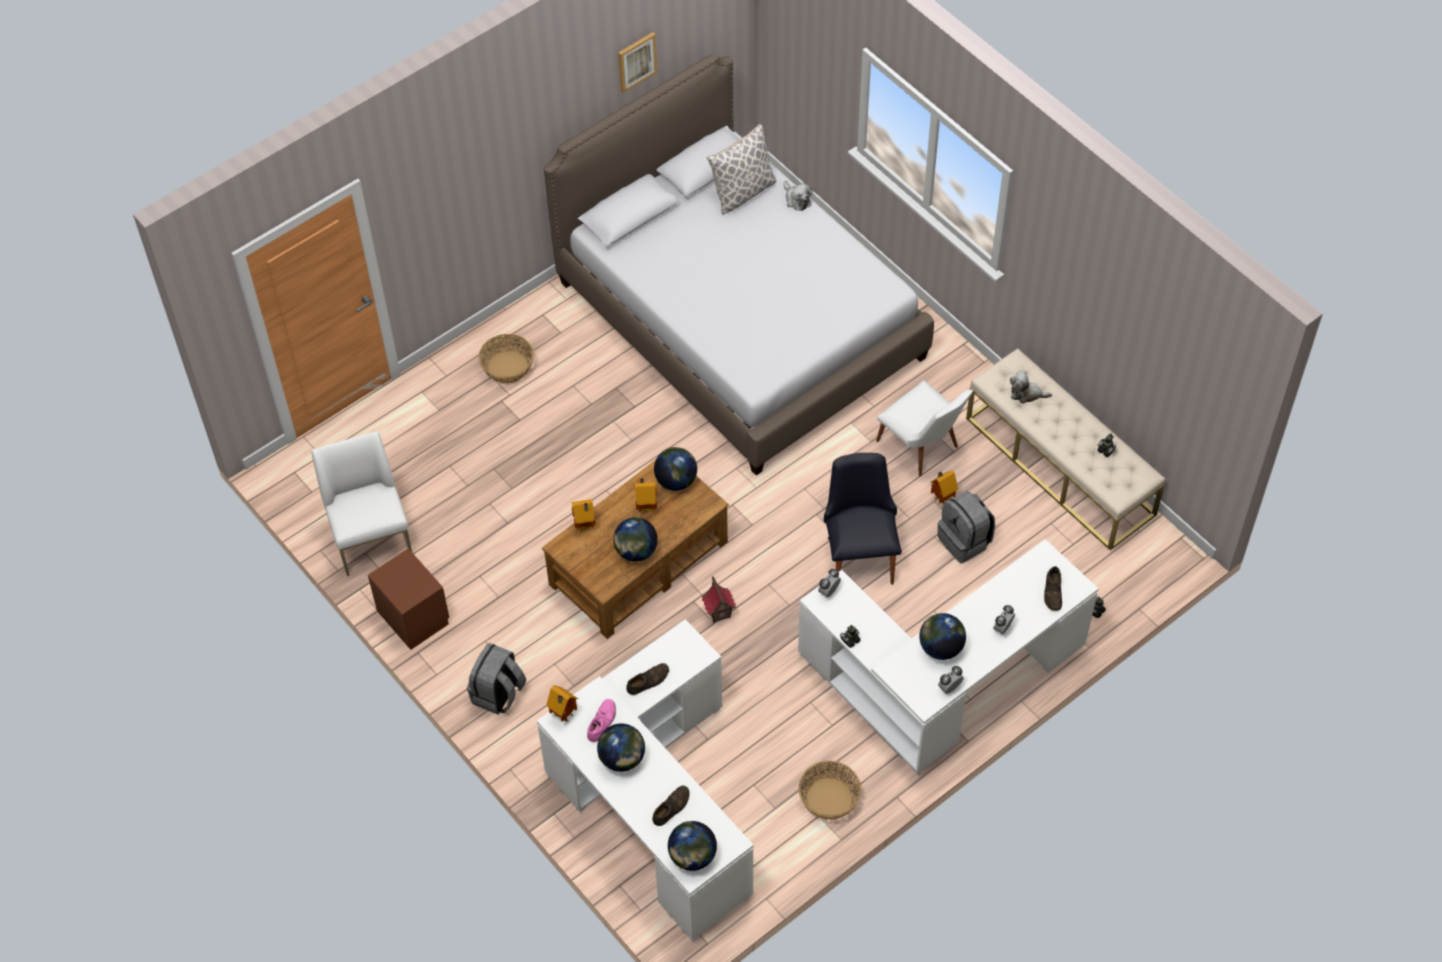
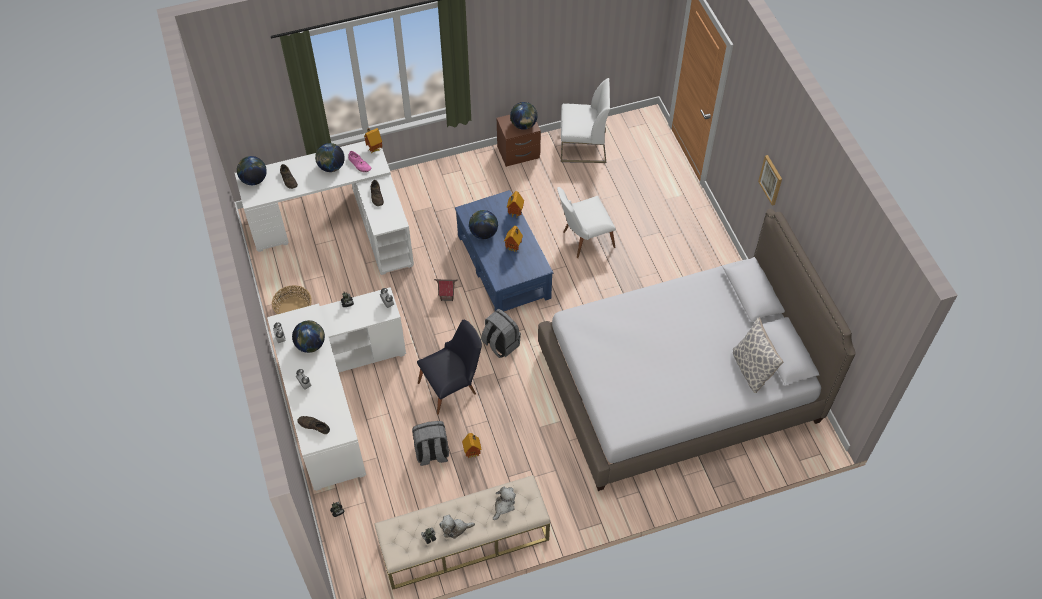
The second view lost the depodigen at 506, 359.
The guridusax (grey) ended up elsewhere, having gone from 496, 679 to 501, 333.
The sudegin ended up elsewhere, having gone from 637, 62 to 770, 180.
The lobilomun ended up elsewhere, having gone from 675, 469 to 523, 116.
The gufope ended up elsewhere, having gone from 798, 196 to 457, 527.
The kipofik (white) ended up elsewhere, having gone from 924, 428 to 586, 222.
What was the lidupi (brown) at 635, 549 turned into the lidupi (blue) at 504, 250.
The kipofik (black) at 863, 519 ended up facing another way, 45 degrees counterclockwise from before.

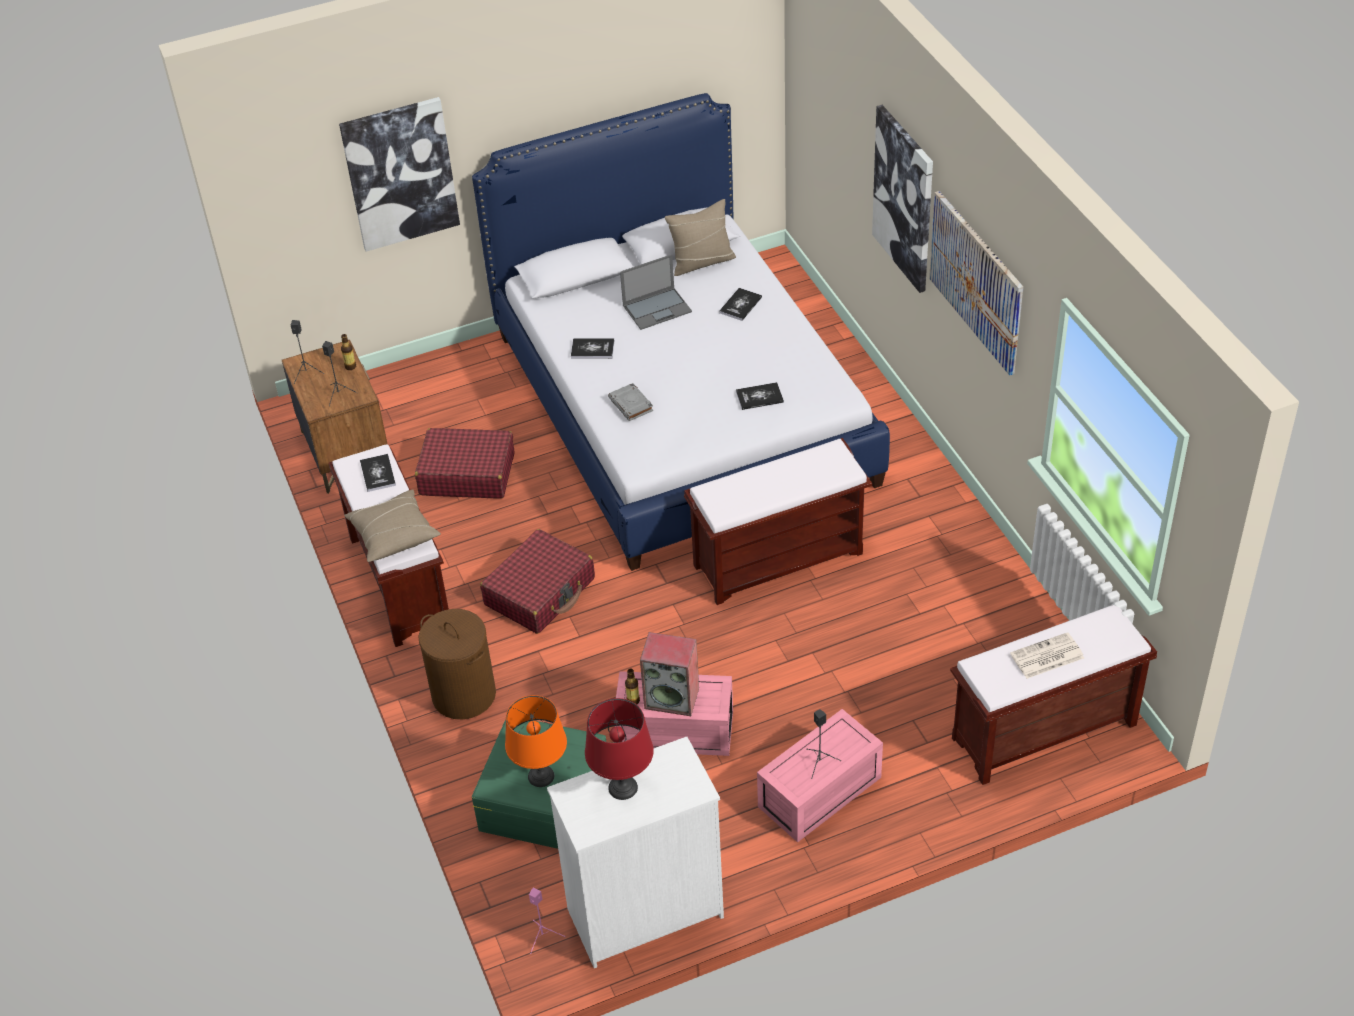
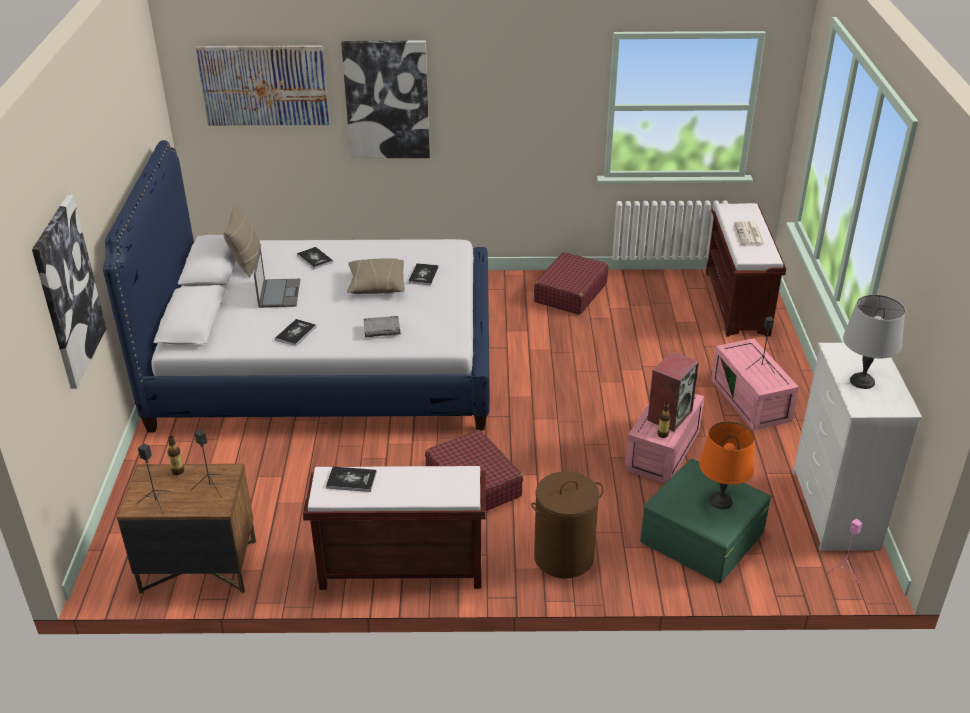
The second view lost the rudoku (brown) at 778, 521.
The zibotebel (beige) ended up elsewhere, having gone from 392, 525 to 376, 276.
The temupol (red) ended up elsewhere, having gone from 465, 463 to 571, 283.
The sudegin ended up elsewhere, having gone from 976, 283 to 262, 85.
What was the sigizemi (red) at 619, 749 turned into the sigizemi (grey) at 874, 341.

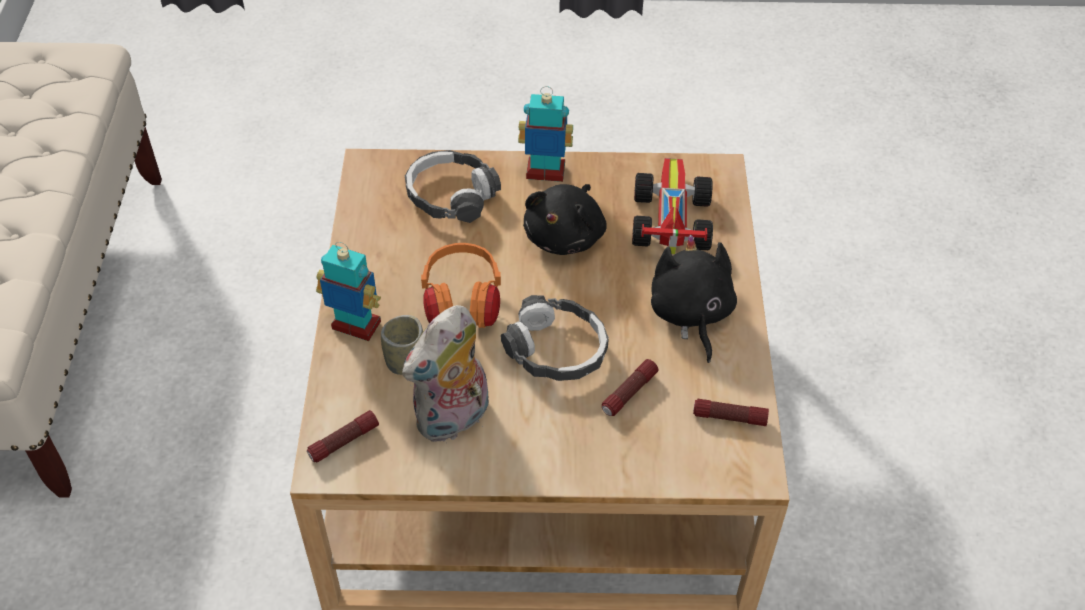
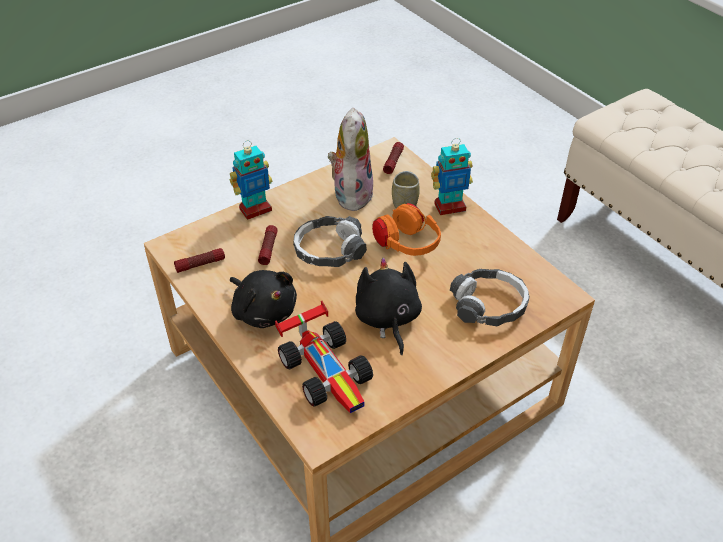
The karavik ended up elsewhere, having gone from 545, 134 to 251, 180.

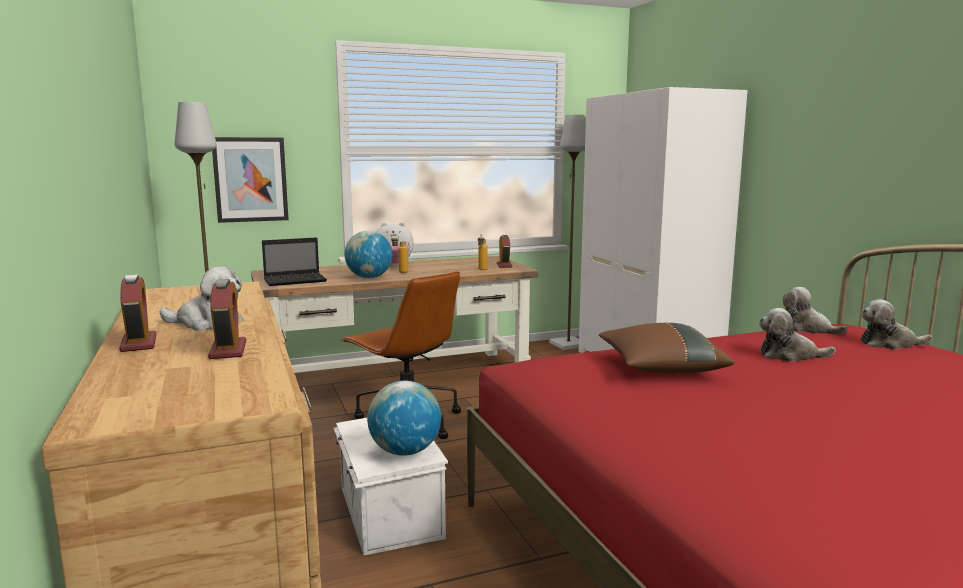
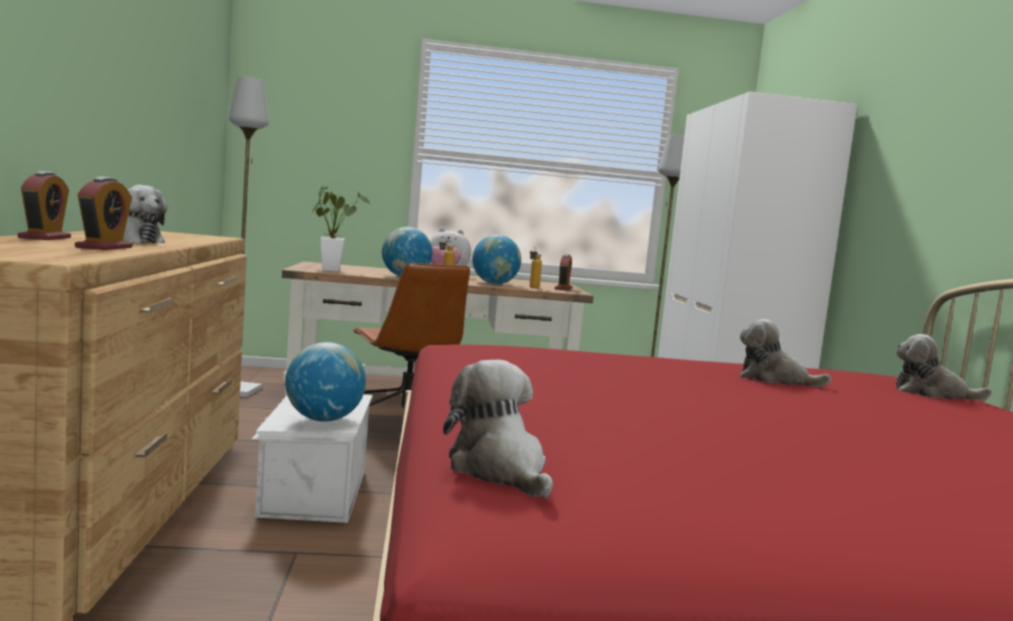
The second view lost the sudegin at 250, 180.
The second view lost the zibotebel (brown) at 666, 348.
The second view gained the lobilomun at 496, 259.
The gufope ended up elsewhere, having gone from 814, 311 to 498, 429.
Where the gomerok stood at 294, 261, the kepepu came to stand at 341, 229.

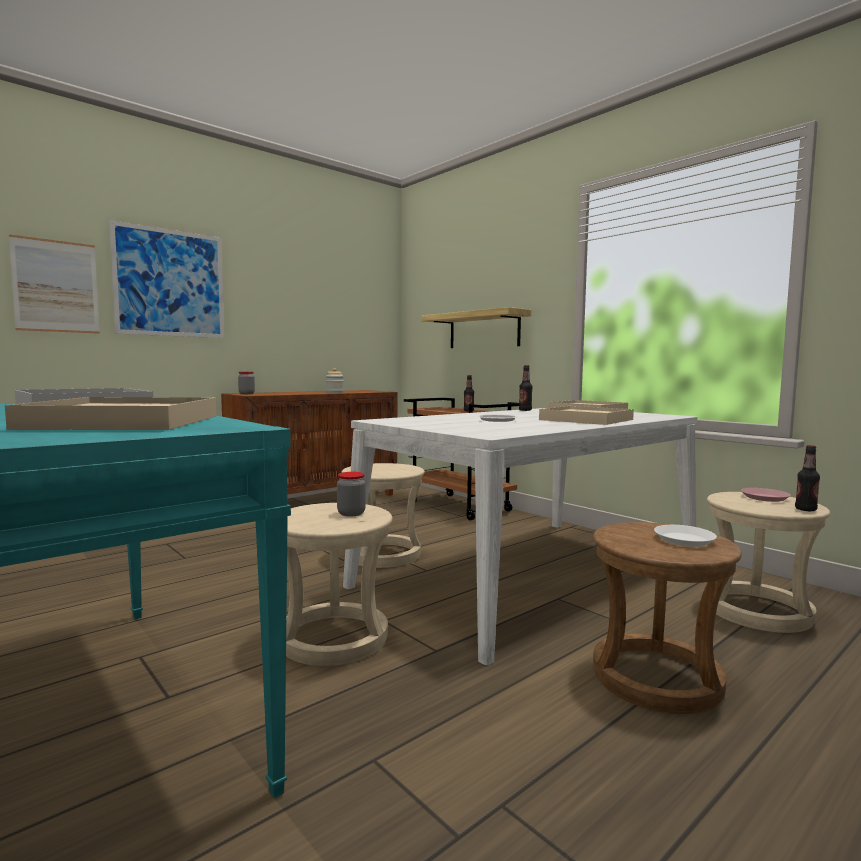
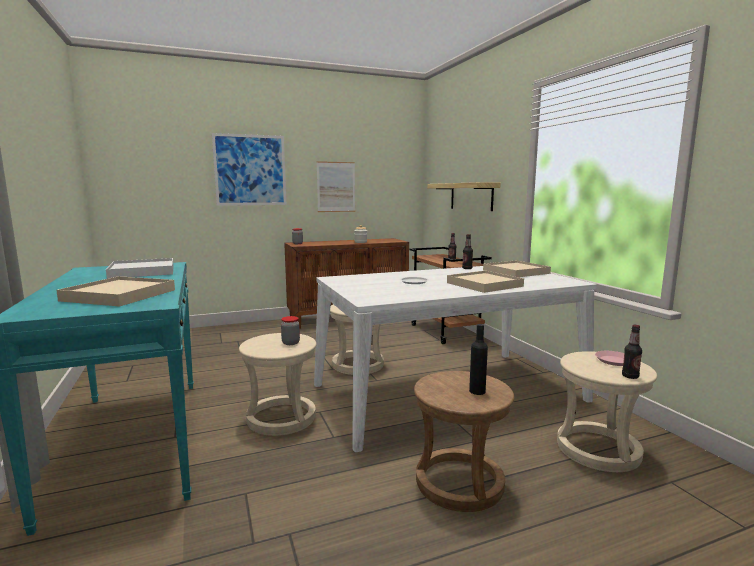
The sudegin ended up elsewhere, having gone from 54, 284 to 336, 186.
Where the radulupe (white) stood at 685, 536, the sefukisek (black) came to stand at 478, 359.

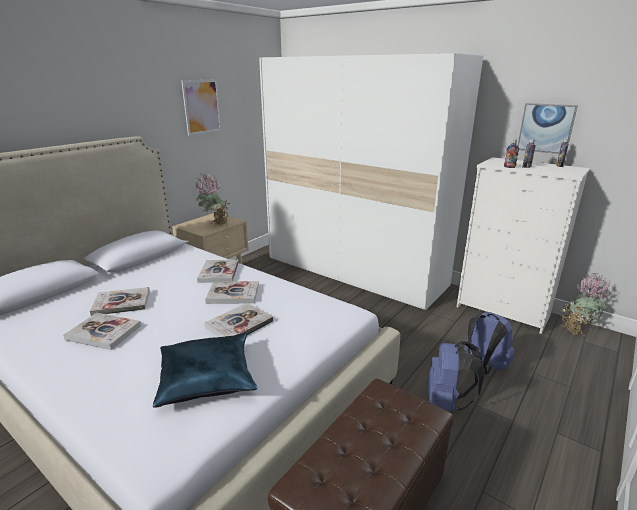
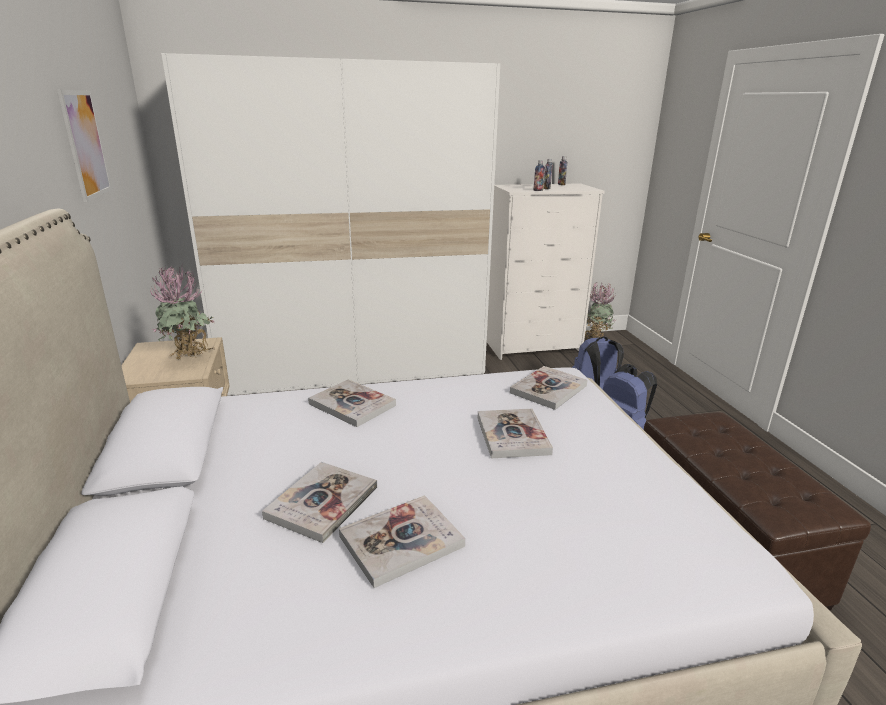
The second view lost the zibotebel (blue) at 205, 370.
The second view lost the sudegin at 547, 128.
The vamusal ended up elsewhere, having gone from 232, 292 to 548, 388.

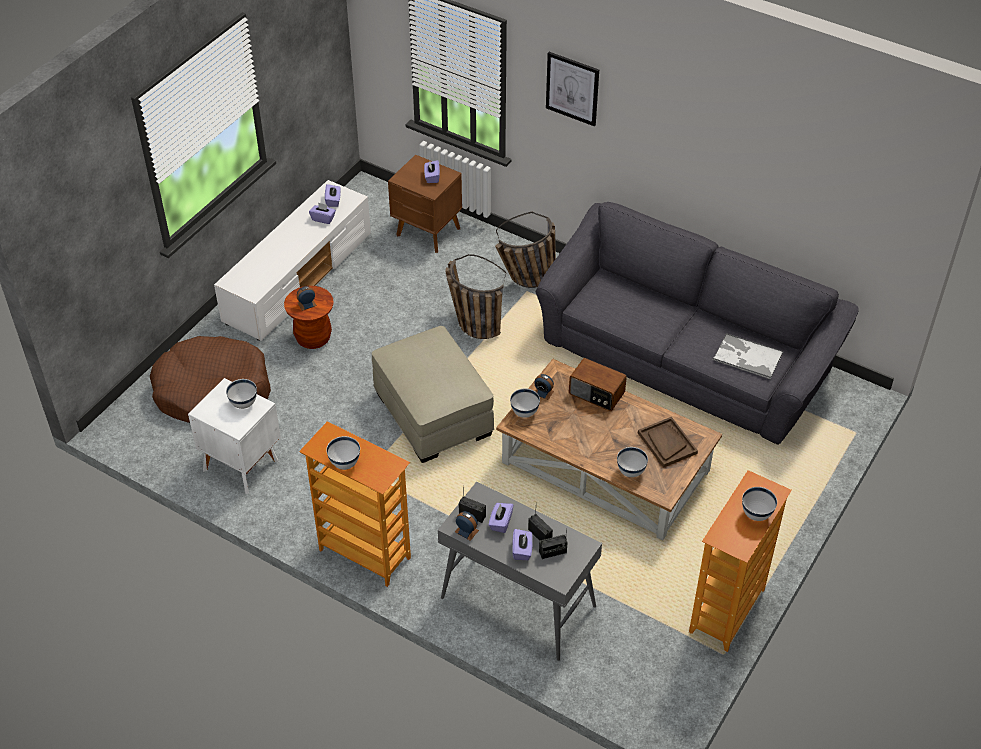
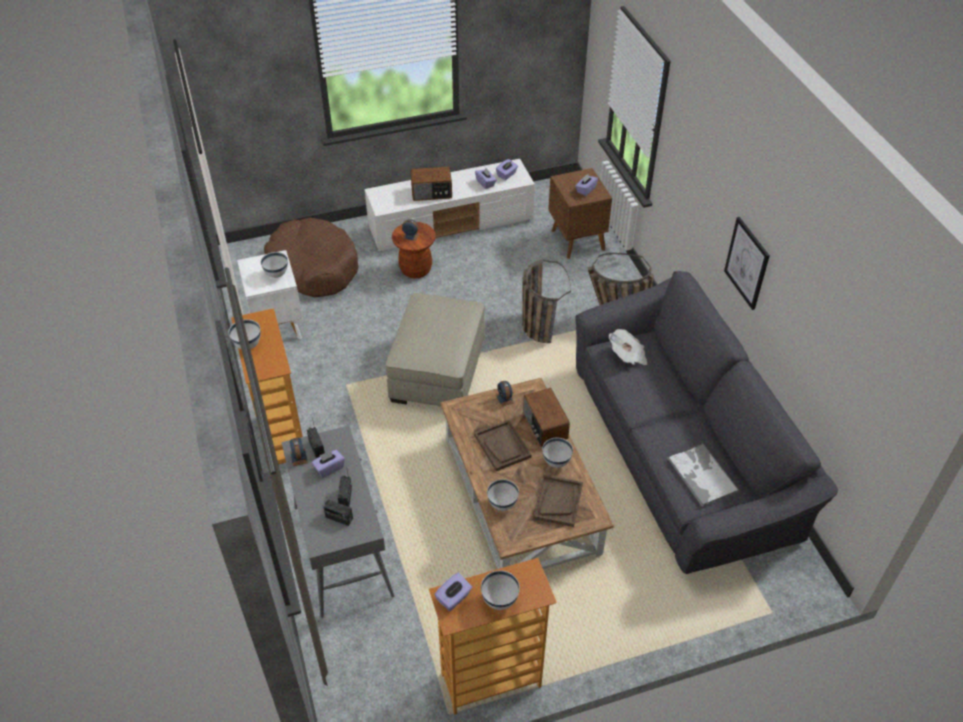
The second view gained the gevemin at 431, 183.
The second view gained the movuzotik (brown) at 503, 445.
The second view gained the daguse at 628, 347.
The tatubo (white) ended up elsewhere, having gone from 525, 403 to 557, 453.
The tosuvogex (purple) ended up elsewhere, having gone from 522, 544 to 453, 591.
The sudegin ended up elsewhere, having gone from 572, 89 to 747, 263.

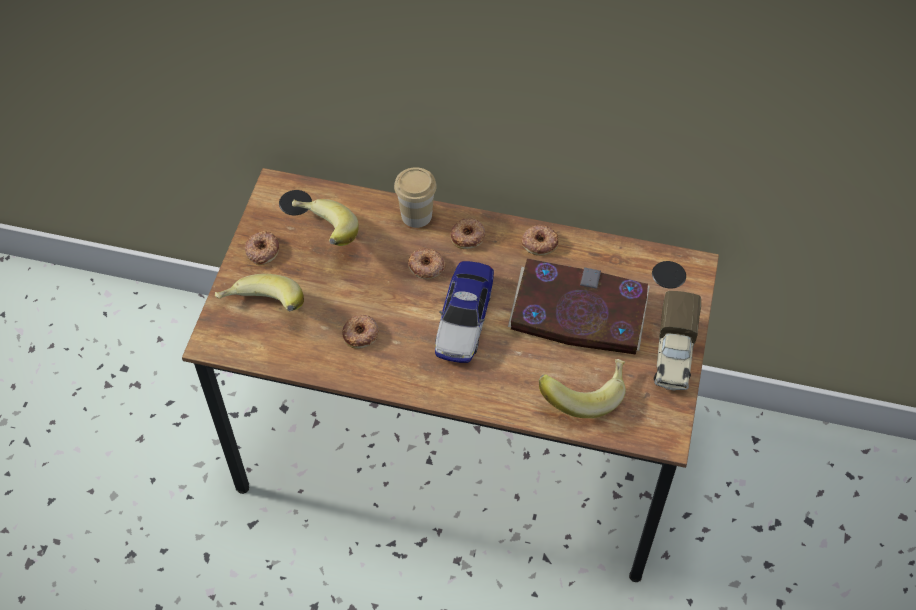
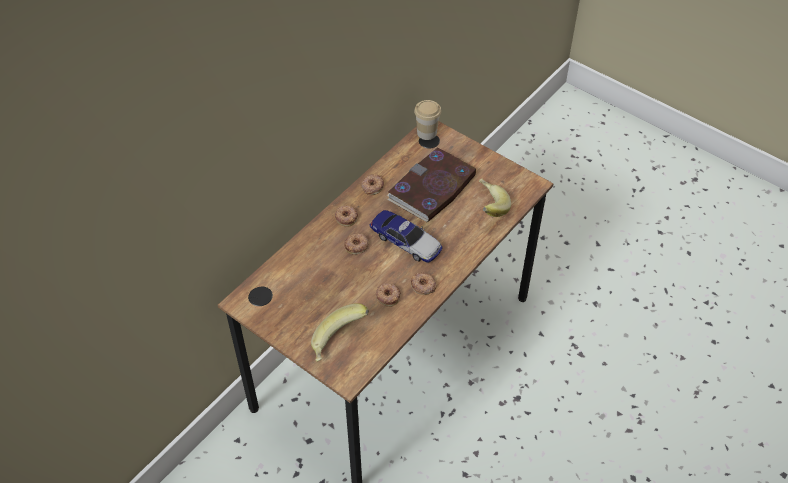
The second view lost the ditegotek at 325, 222.
The second view lost the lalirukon at 677, 341.
The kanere ended up elsewhere, having gone from 262, 248 to 423, 283.
The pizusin ended up elsewhere, having gone from 415, 197 to 427, 120.

